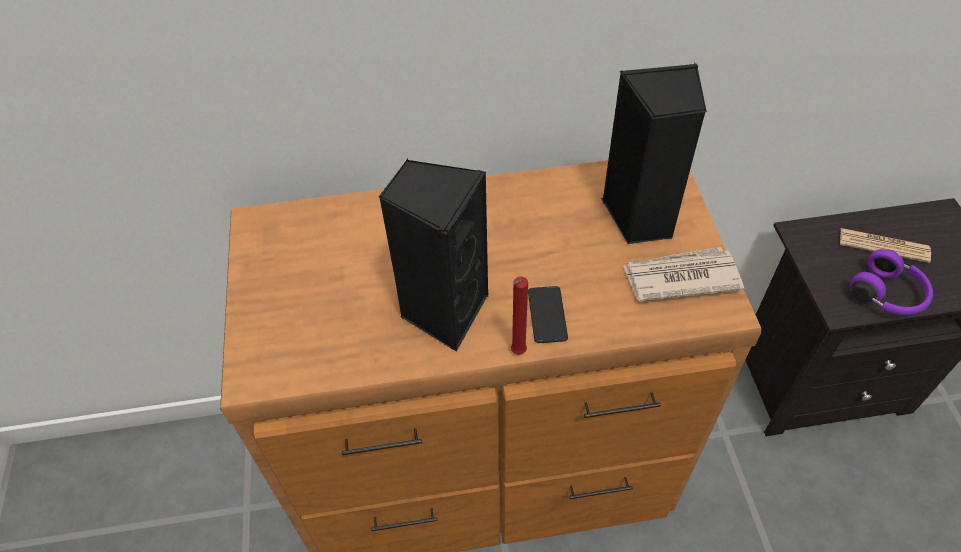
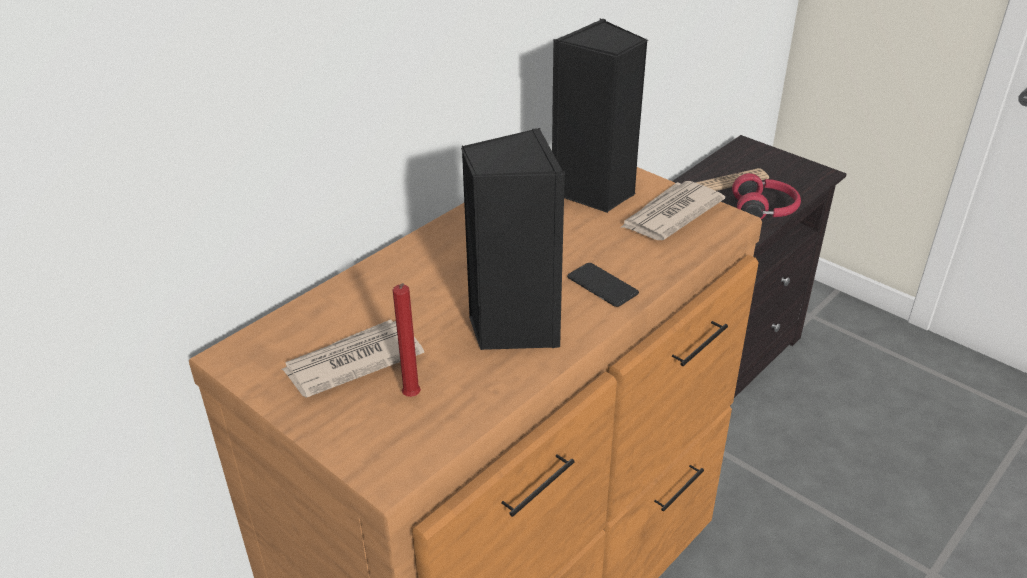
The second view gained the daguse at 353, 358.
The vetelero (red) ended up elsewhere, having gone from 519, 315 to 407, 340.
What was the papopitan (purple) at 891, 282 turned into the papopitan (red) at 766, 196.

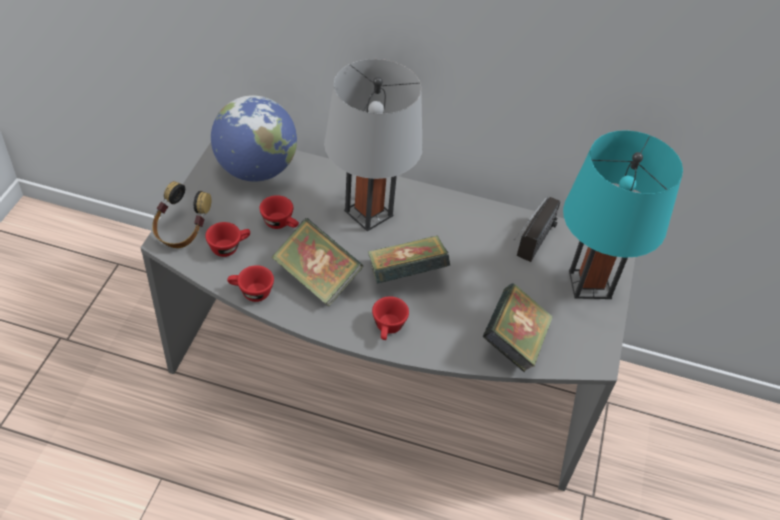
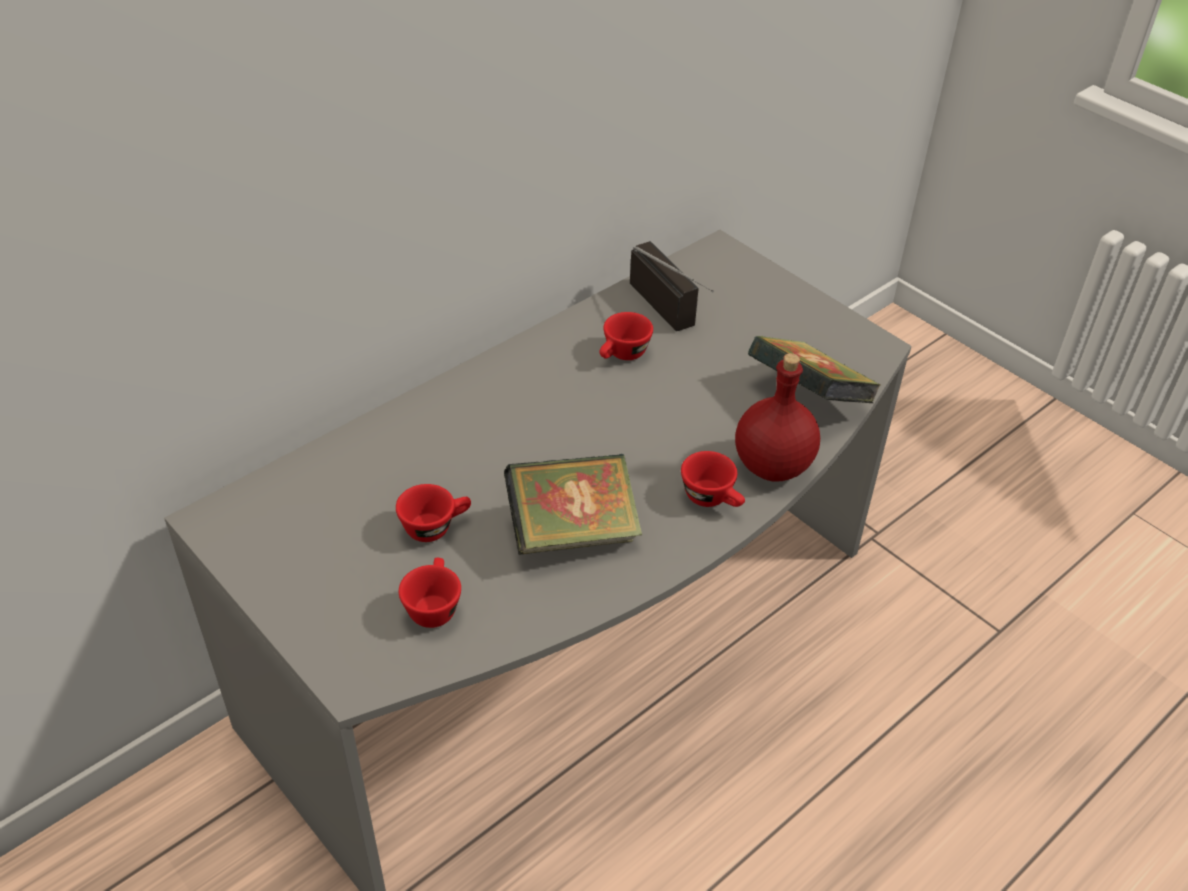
The second view lost the papopitan at 181, 214.
The second view lost the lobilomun at 254, 138.
The second view lost the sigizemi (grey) at 373, 145.
The second view lost the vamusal at 409, 259.
The second view lost the sigizemi (turquoise) at 623, 214.
The second view gained the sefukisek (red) at 777, 417.
The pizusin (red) ended up elsewhere, having gone from 250, 283 to 626, 336.

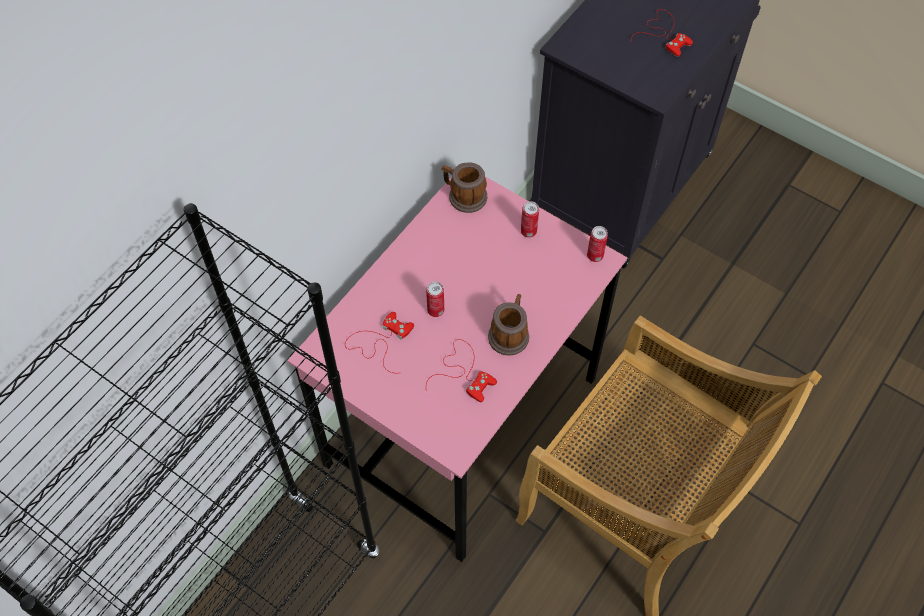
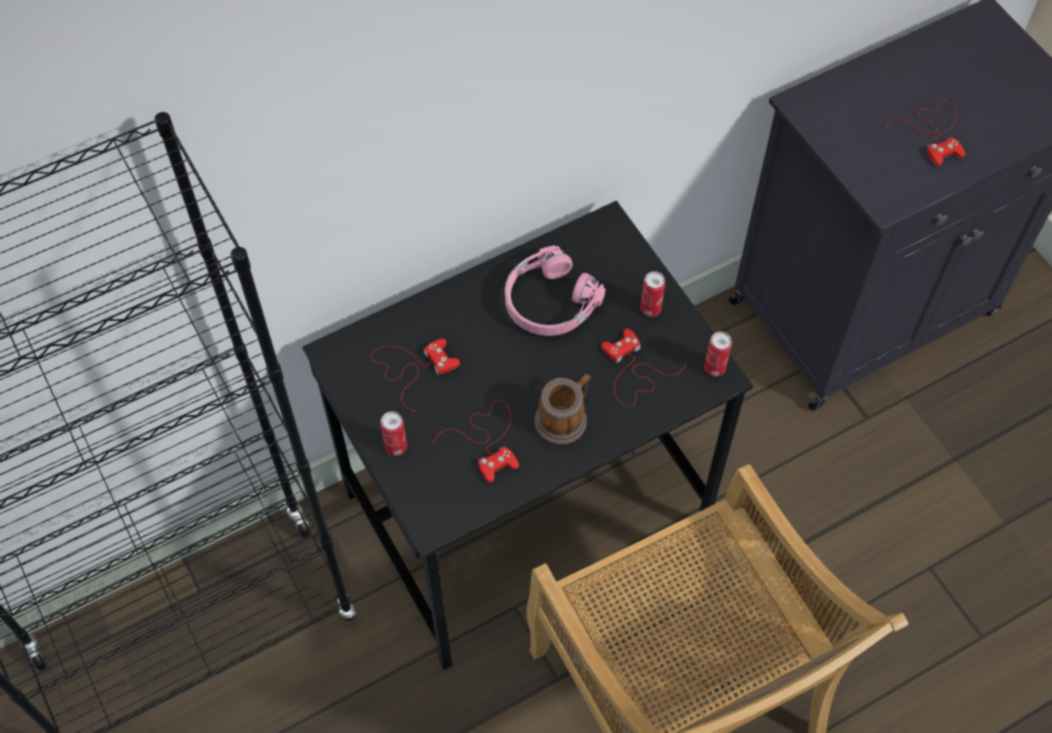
The second view lost the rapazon at 464, 187.
The second view gained the papopitan (pink) at 555, 290.
The second view gained the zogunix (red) at 643, 368.
The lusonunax ended up elsewhere, having gone from 435, 299 to 393, 433.
What was the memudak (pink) at 457, 369 turned into the memudak (black) at 527, 435.

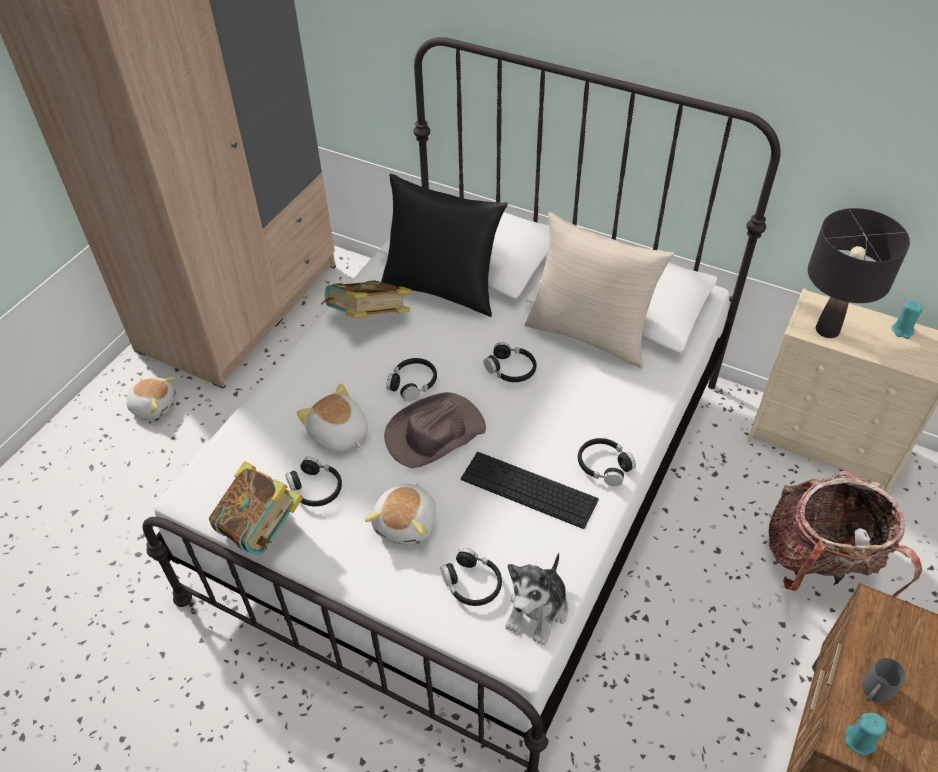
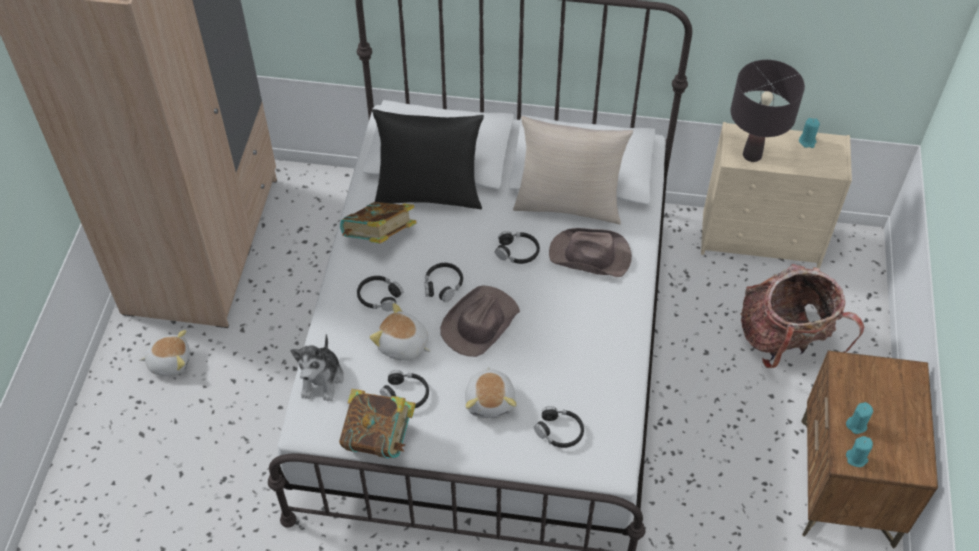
The second view lost the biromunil at 530, 490.
The second view gained the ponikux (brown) at 590, 252.
The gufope ended up elsewhere, having gone from 536, 599 to 317, 367.
The papopitan (black) ended up elsewhere, having gone from 607, 462 to 380, 293.
Where the rapazon (grey) stood at 884, 680, the vetelero (turquoise) came to stand at 859, 418.

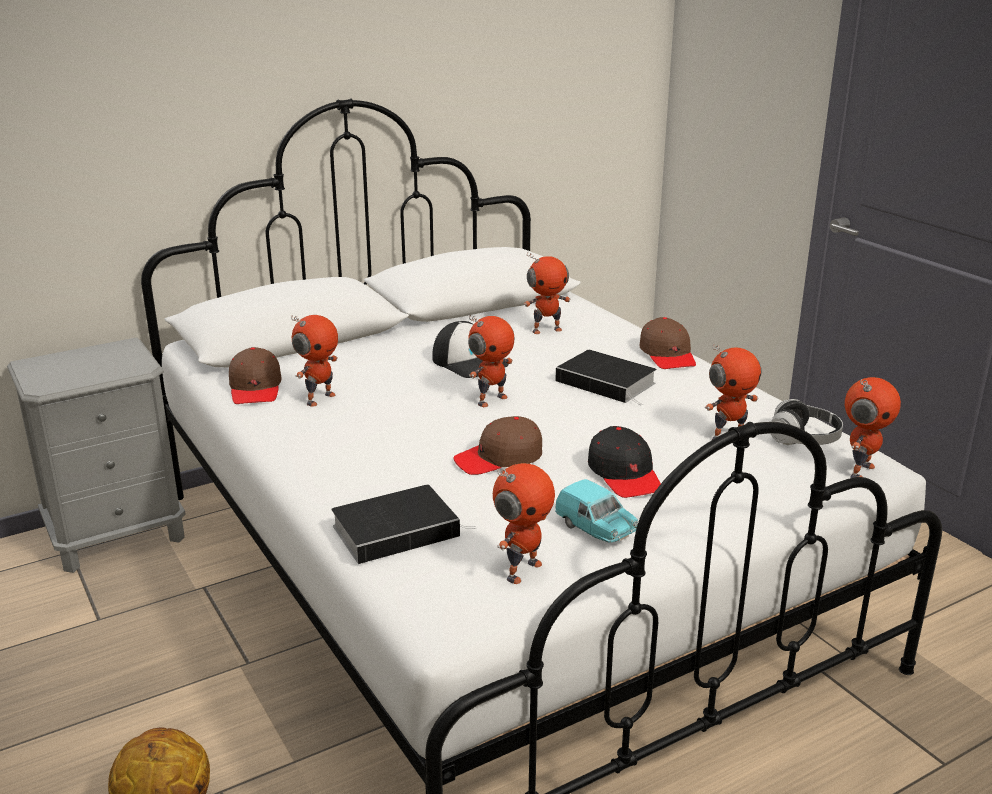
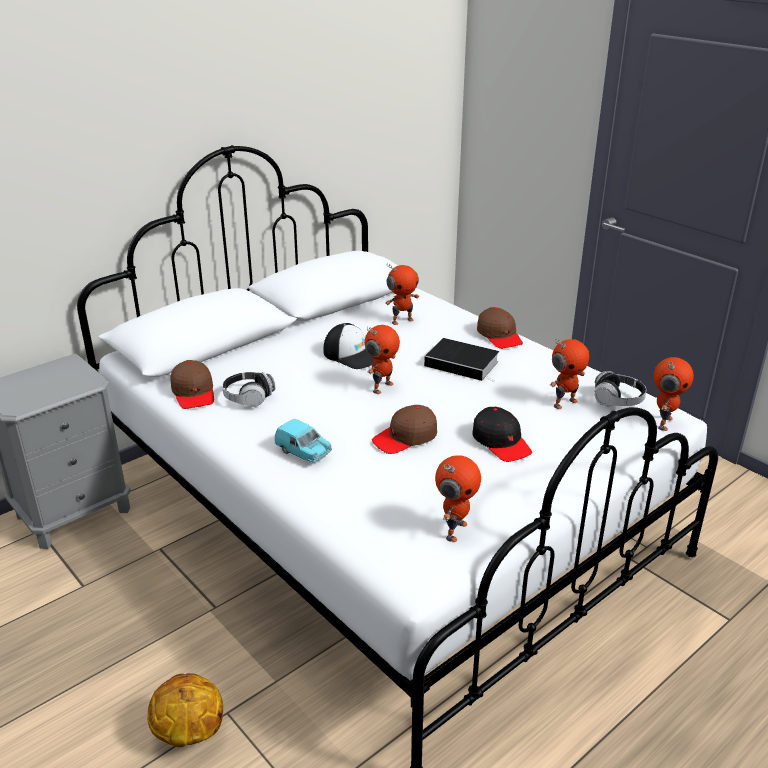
The second view lost the vamusal at 403, 524.
The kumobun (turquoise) ended up elsewhere, having gone from 596, 511 to 303, 440.
Where the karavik stood at 314, 361, the papopitan came to stand at 248, 389.

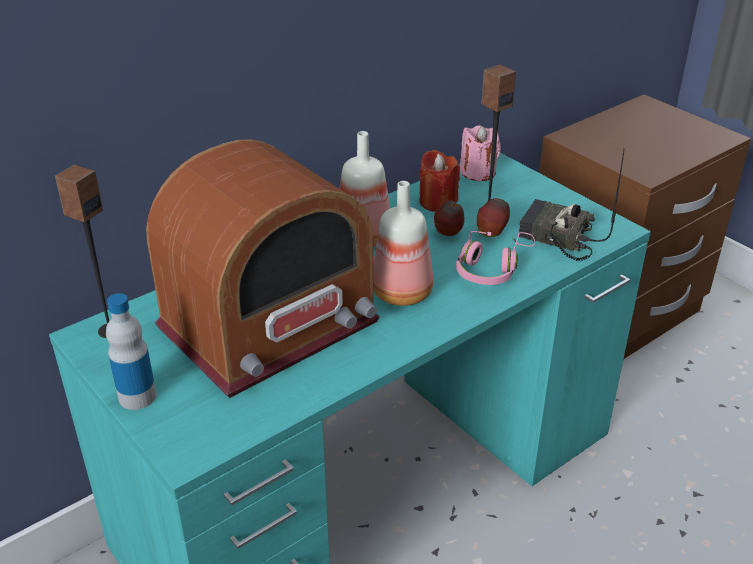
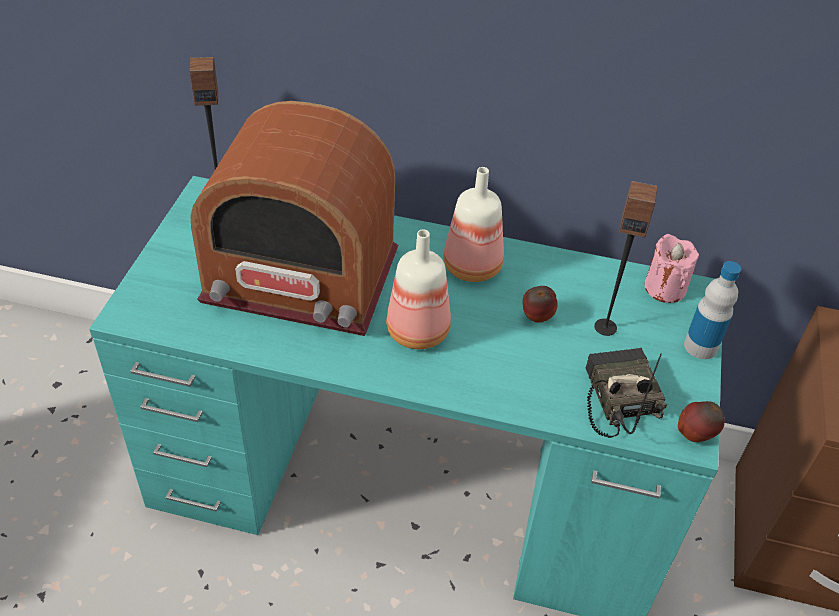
The second view lost the vetelero (red) at 439, 181.
The second view lost the papopitan (pink) at 495, 258.
The sefukisek ended up elsewhere, having gone from 131, 351 to 712, 310.
The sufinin ended up elsewhere, having gone from 493, 217 to 701, 421.

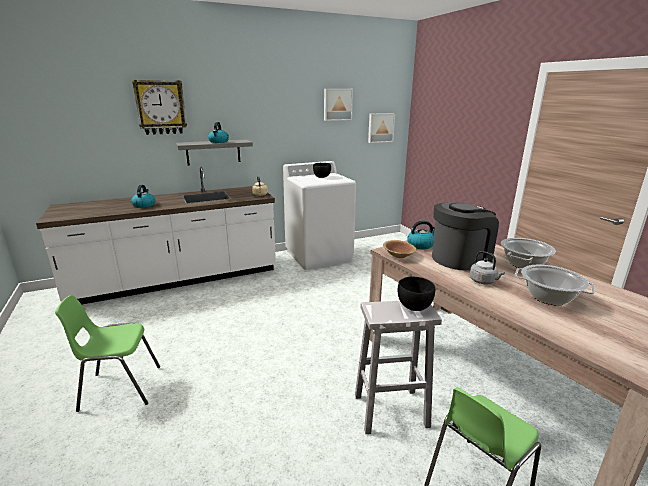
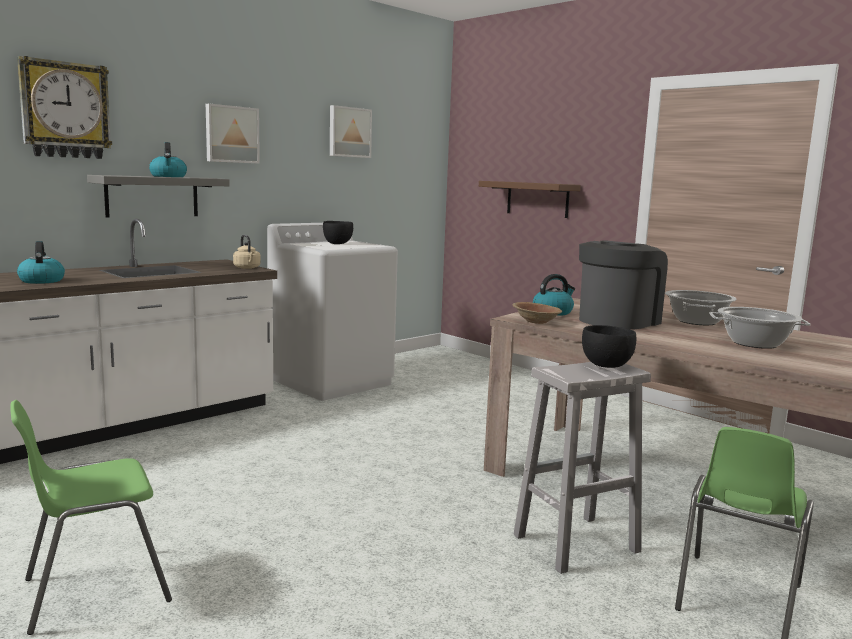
The second view lost the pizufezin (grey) at 487, 267.
The second view gained the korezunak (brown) at 530, 199.
The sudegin ended up elsewhere, having gone from 381, 128 to 233, 134.

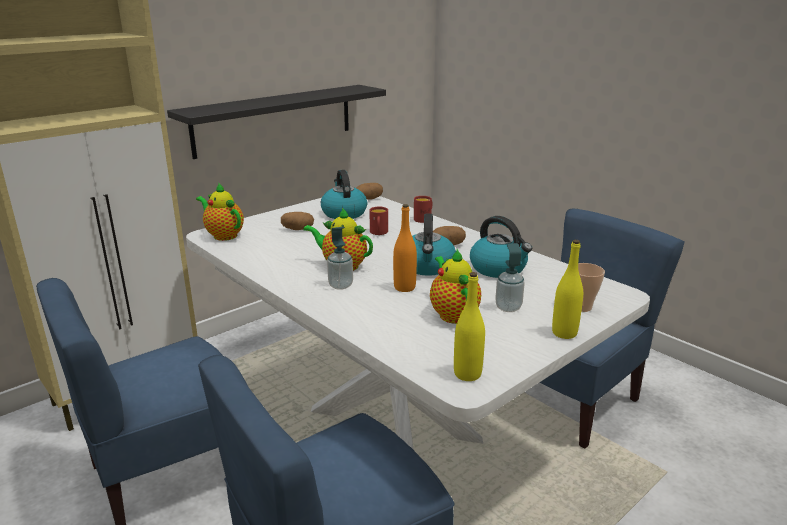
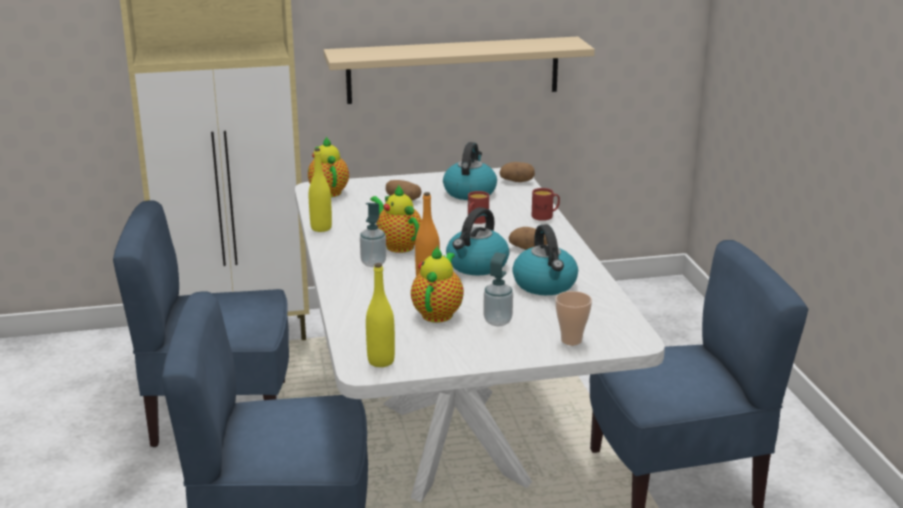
The sefukisek (yellow) ended up elsewhere, having gone from 567, 289 to 320, 190.
What was the korezunak (black) at 276, 122 turned into the korezunak (beige) at 459, 70.

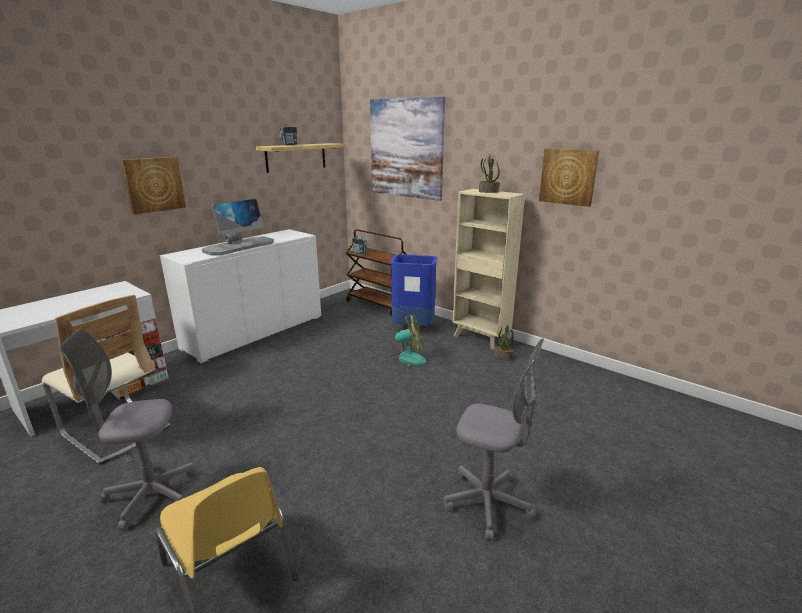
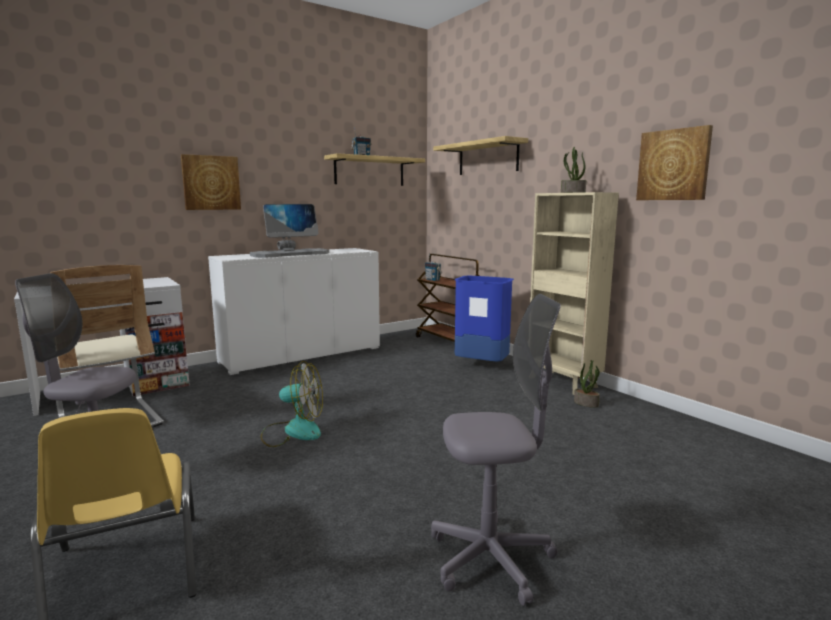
The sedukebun ended up elsewhere, having gone from 405, 343 to 291, 404.
Where the sudegin hung at 407, 149, the korezunak came to hang at 480, 155.
The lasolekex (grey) at 494, 439 ended up facing another way, 45 degrees counterclockwise from before.

